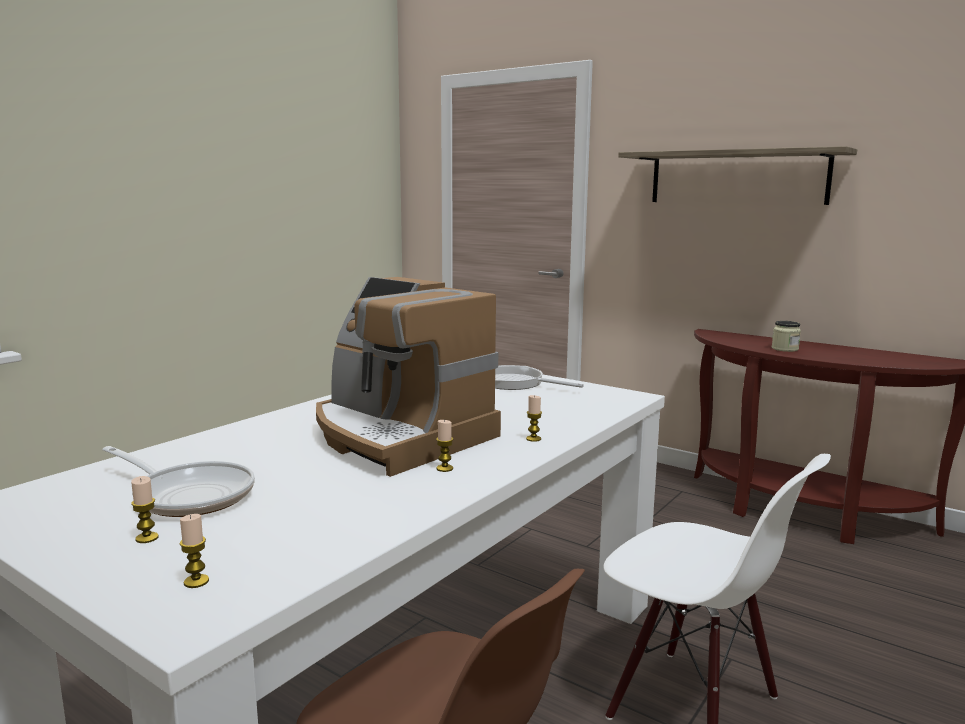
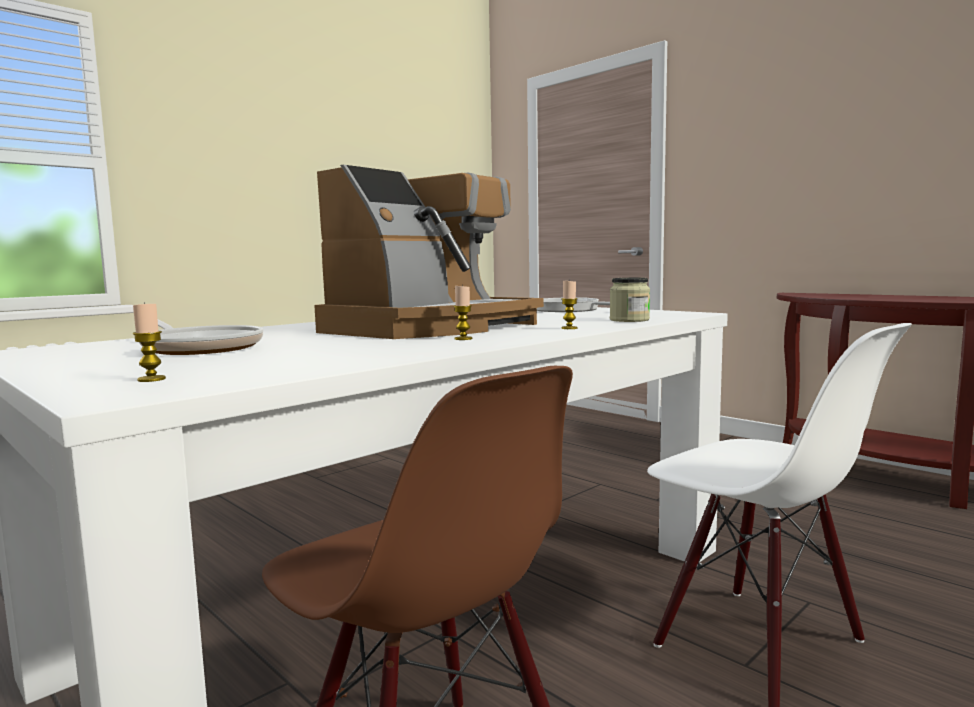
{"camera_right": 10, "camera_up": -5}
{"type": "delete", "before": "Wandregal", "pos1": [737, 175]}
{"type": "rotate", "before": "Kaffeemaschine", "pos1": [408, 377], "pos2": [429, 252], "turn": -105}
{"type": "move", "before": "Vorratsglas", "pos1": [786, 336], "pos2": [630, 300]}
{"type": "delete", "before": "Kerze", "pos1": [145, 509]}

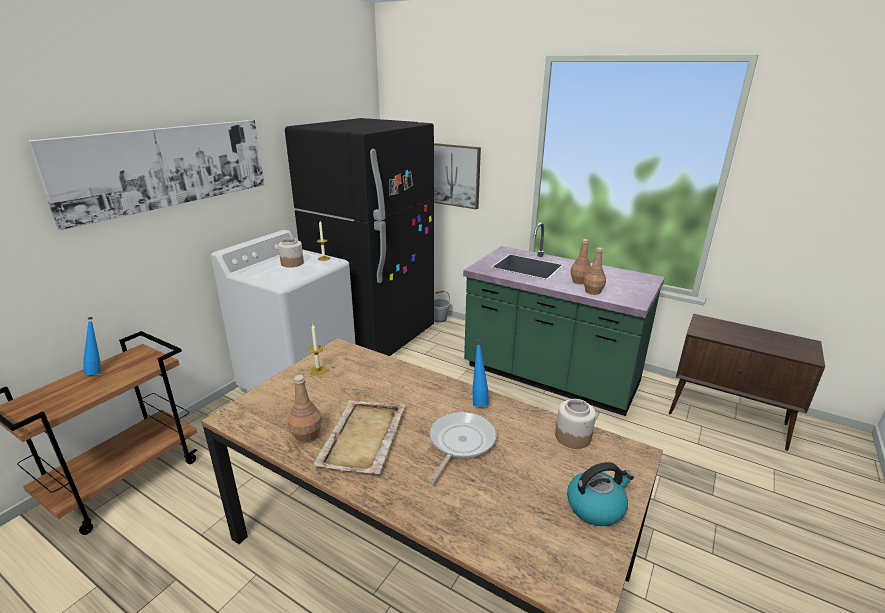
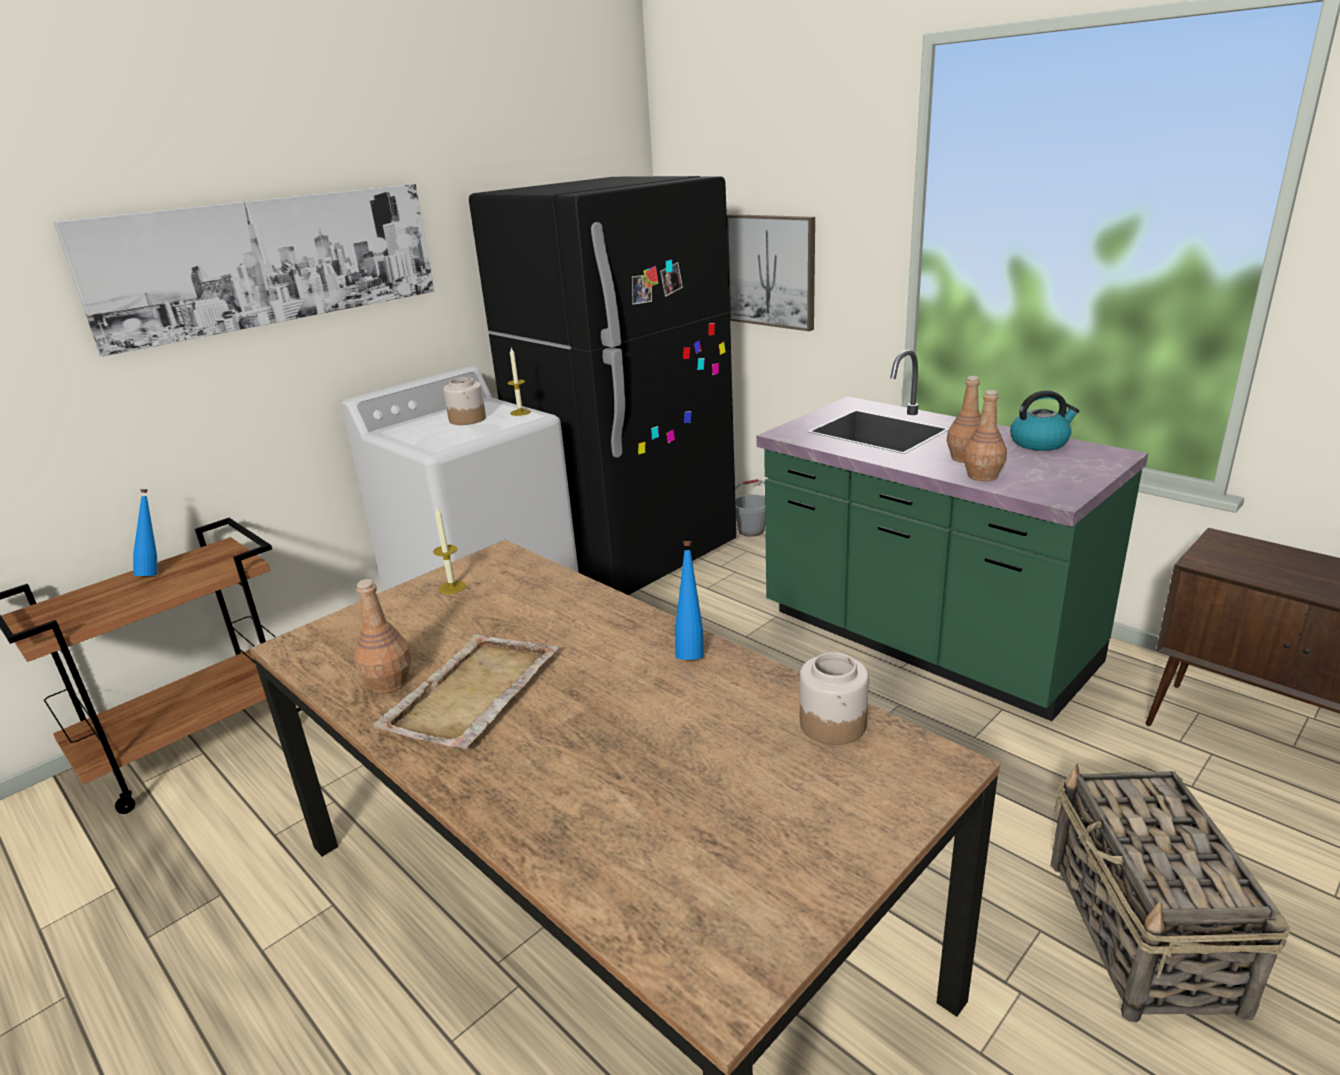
{"camera_right": 15, "camera_up": 0}
{"type": "delete", "before": "Pfanne", "pos1": [463, 448]}
{"type": "move", "before": "Wasserkessel", "pos1": [600, 494], "pos2": [1044, 421]}
{"type": "insert", "after": "Korb", "pos2": [1170, 893]}

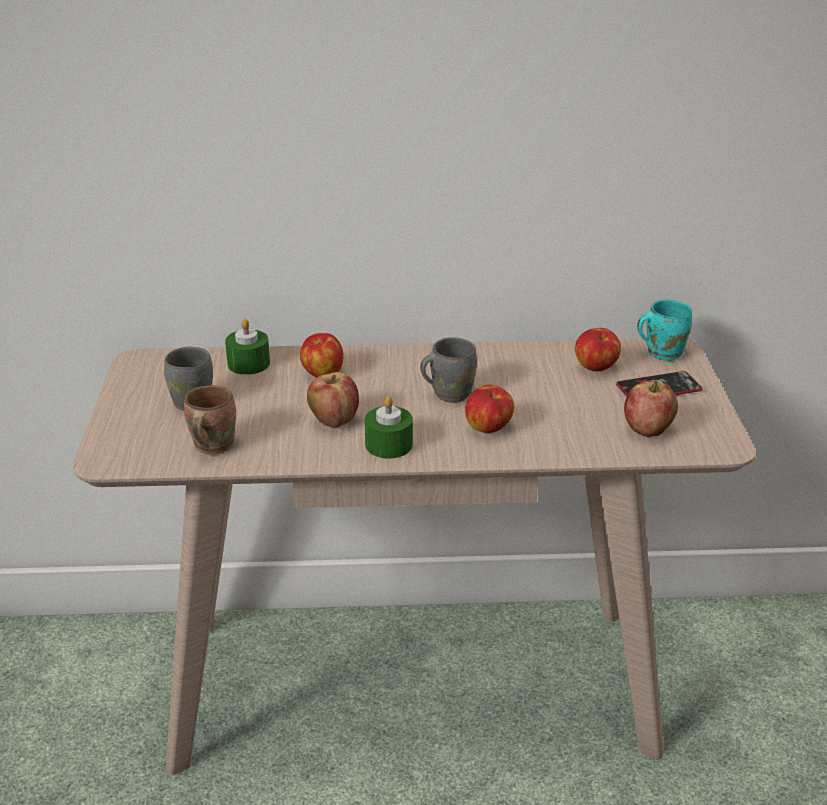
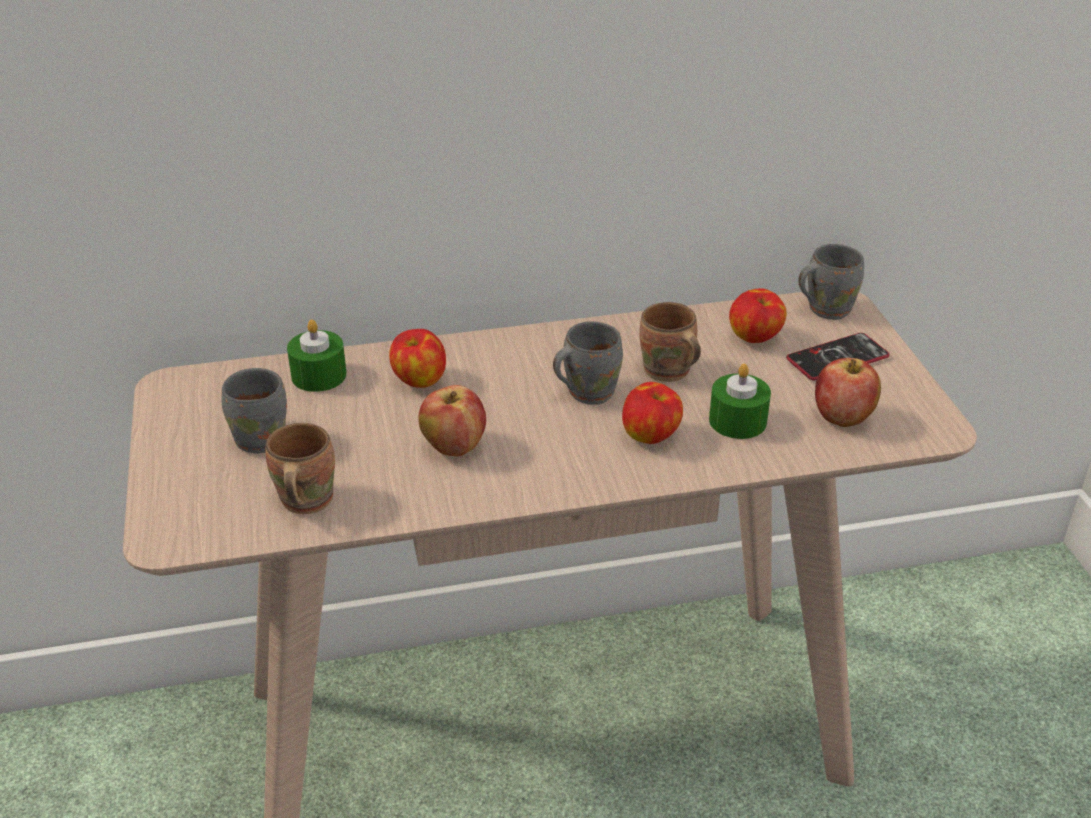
{"camera_right": -10, "camera_up": 5}
{"type": "recolor", "before": "Henkelbecher (türkis)", "after": "Henkelbecher (grau)", "pos1": [664, 330], "pos2": [831, 282]}
{"type": "move", "before": "Kerze (grün)", "pos1": [389, 427], "pos2": [740, 401]}
{"type": "insert", "after": "Henkelbecher (braun)", "pos2": [670, 342]}

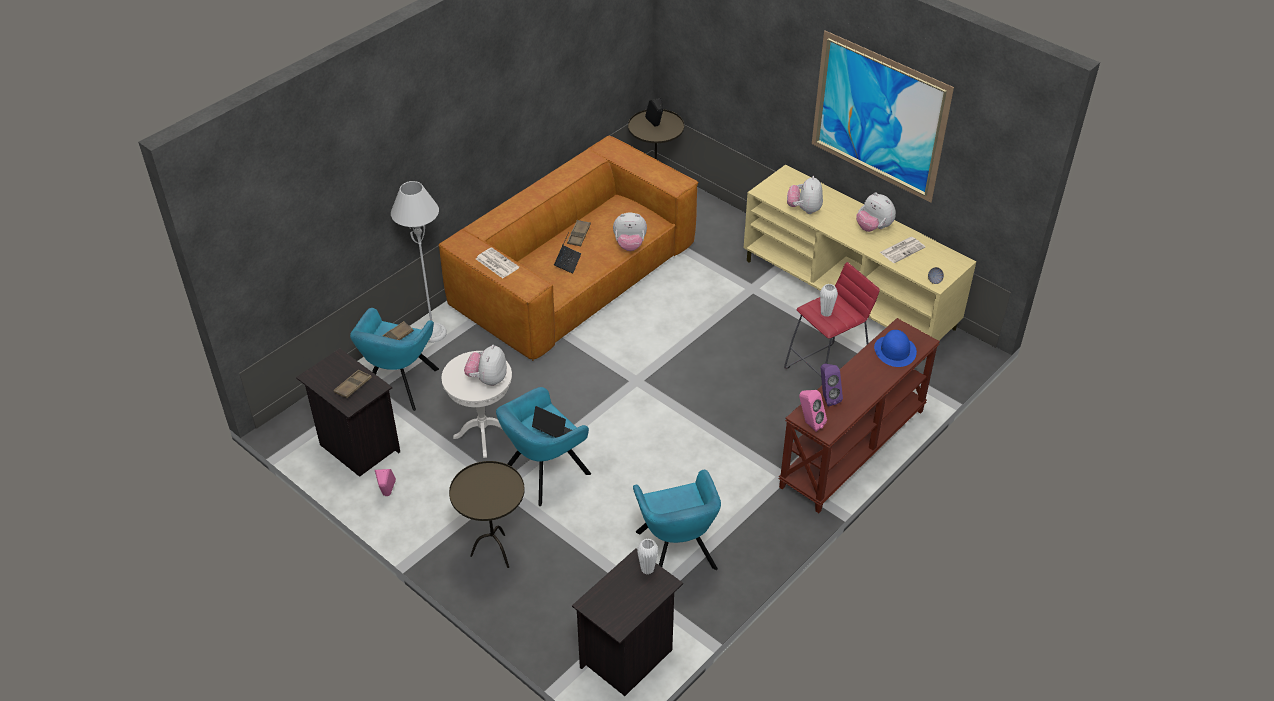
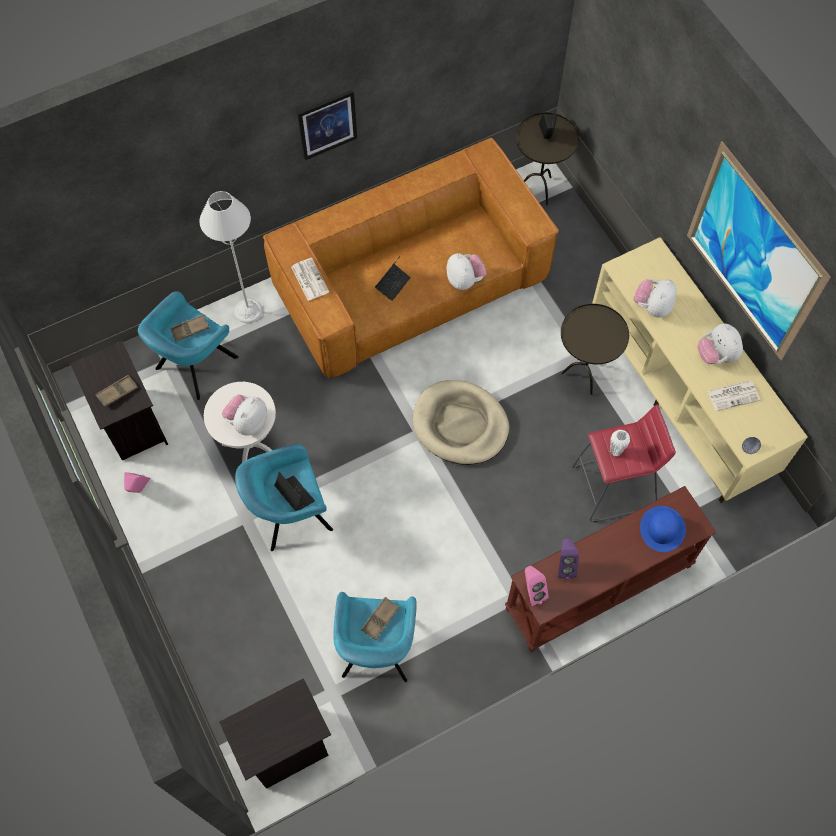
{"camera_right": 20, "camera_up": 20}
{"type": "rotate", "before": "Plüschtier", "pos1": [630, 232], "pos2": [467, 271], "turn": -135}
{"type": "move", "before": "Tablett (braun)", "pos1": [579, 233], "pos2": [380, 618]}
{"type": "move", "before": "Beistelltisch (braun)", "pos1": [487, 514], "pos2": [595, 349]}
{"type": "delete", "before": "Vase (weiß)", "pos1": [647, 557]}
{"type": "insert", "after": "Bild", "pos2": [327, 125]}
{"type": "insert", "after": "Hundebett (beige)", "pos2": [461, 422]}

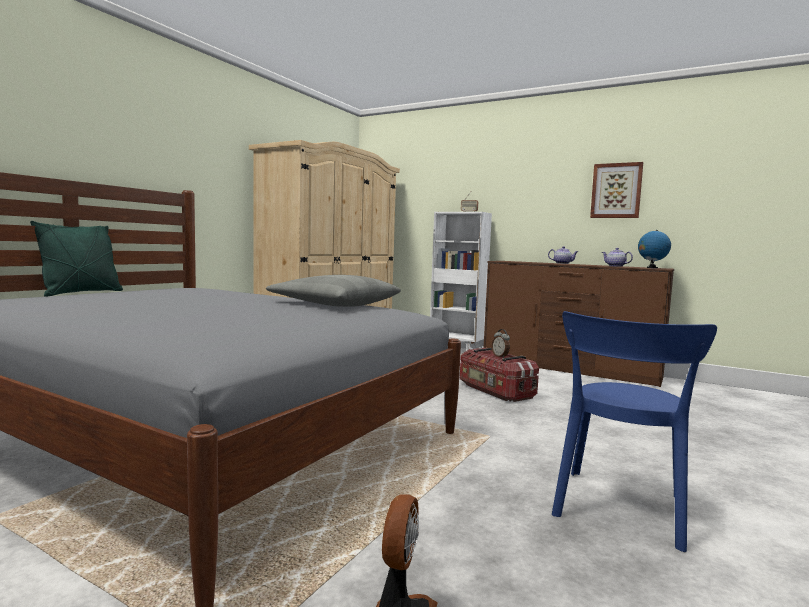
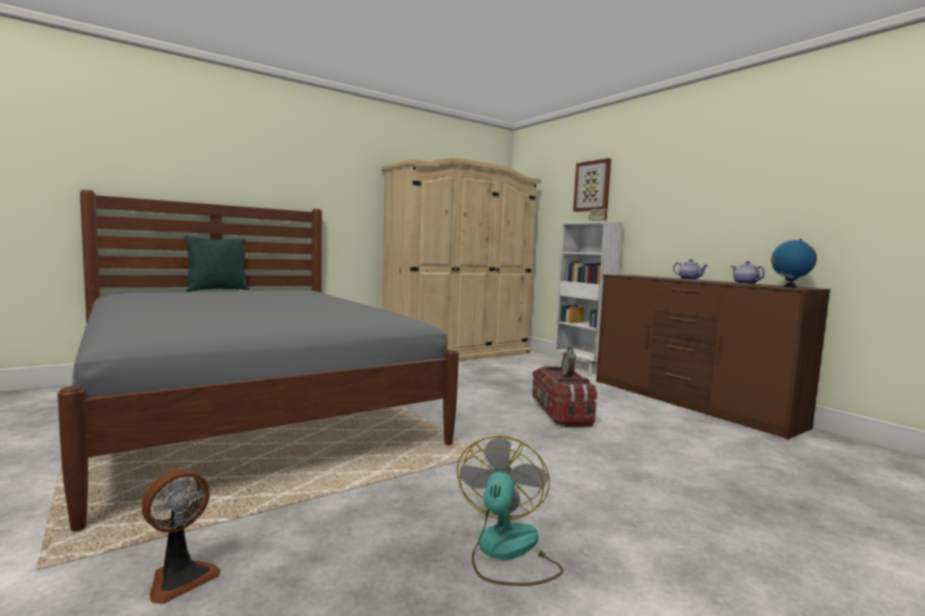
{"camera_right": 25, "camera_up": 0}
{"type": "move", "before": "Bild", "pos1": [616, 190], "pos2": [592, 185]}
{"type": "delete", "before": "Kissen (grau)", "pos1": [333, 291]}
{"type": "replace", "before": "Stuhl (blau)", "after": "Ventilator", "pos1": [634, 431], "pos2": [510, 511]}

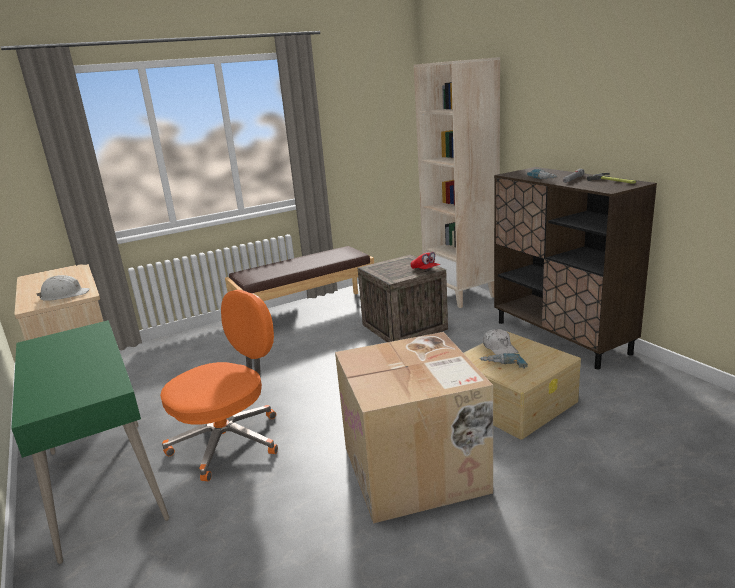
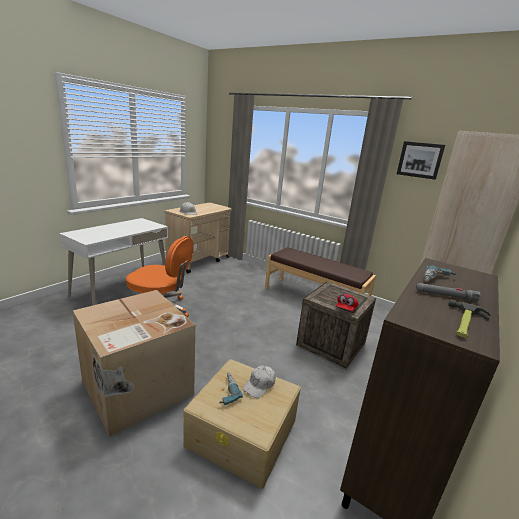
{"camera_right": 60, "camera_up": 0}
{"type": "recolor", "before": "Schreibtisch (grün)", "after": "Schreibtisch (weiß)", "pos1": [90, 442], "pos2": [113, 262]}
{"type": "insert", "after": "Bild", "pos2": [421, 160]}

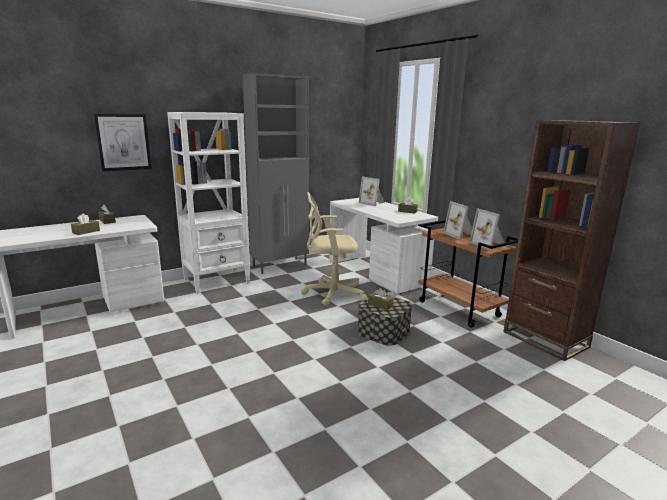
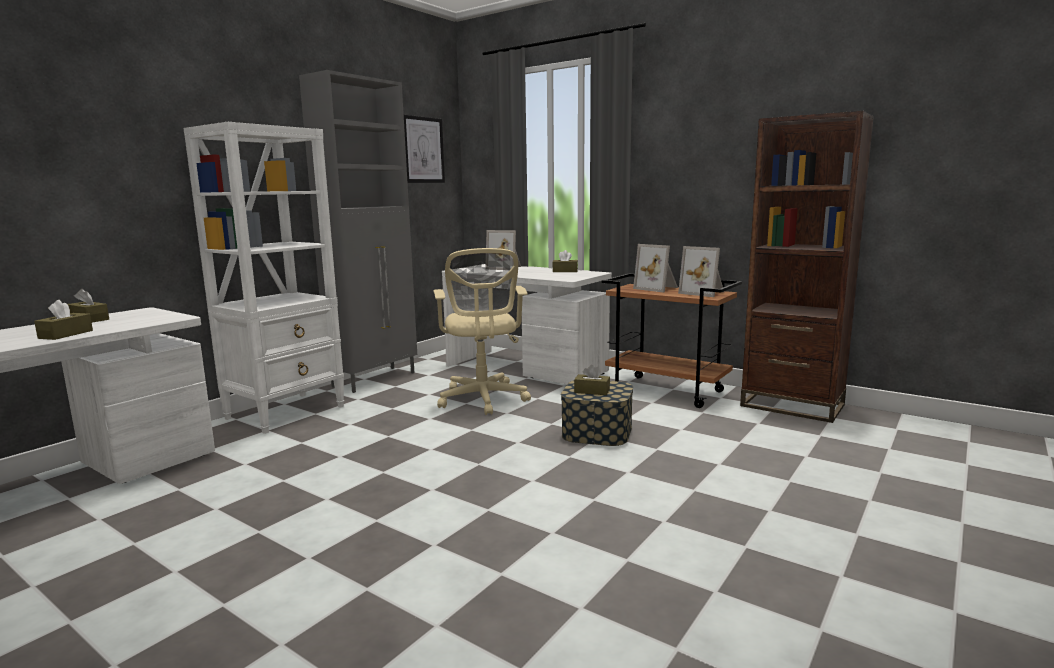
{"camera_right": -20, "camera_up": -5}
{"type": "move", "before": "Bild", "pos1": [123, 143], "pos2": [424, 149]}
{"type": "rotate", "before": "Bürostuhl (beige)", "pos1": [334, 249], "pos2": [482, 331], "turn": -75}

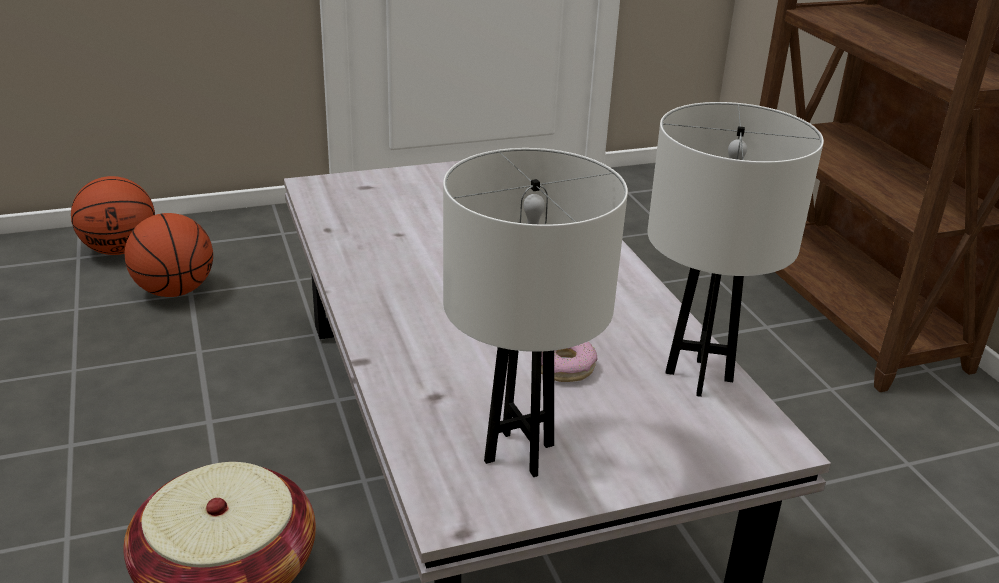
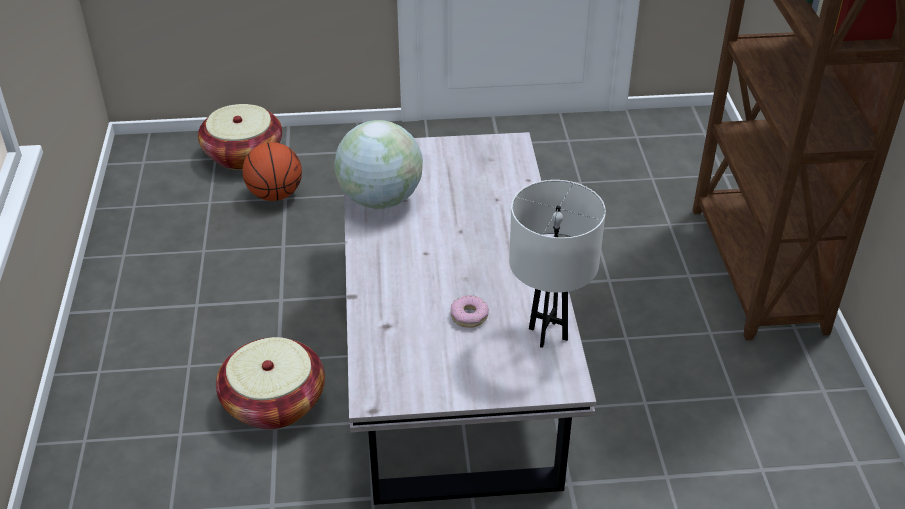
{"camera_right": 15, "camera_up": 10}
{"type": "delete", "before": "Tischlampe (weiß)", "pos1": [535, 312]}
{"type": "replace", "before": "Basketball", "after": "Korb", "pos1": [113, 215], "pos2": [240, 137]}
{"type": "insert", "after": "Globus", "pos2": [378, 164]}

